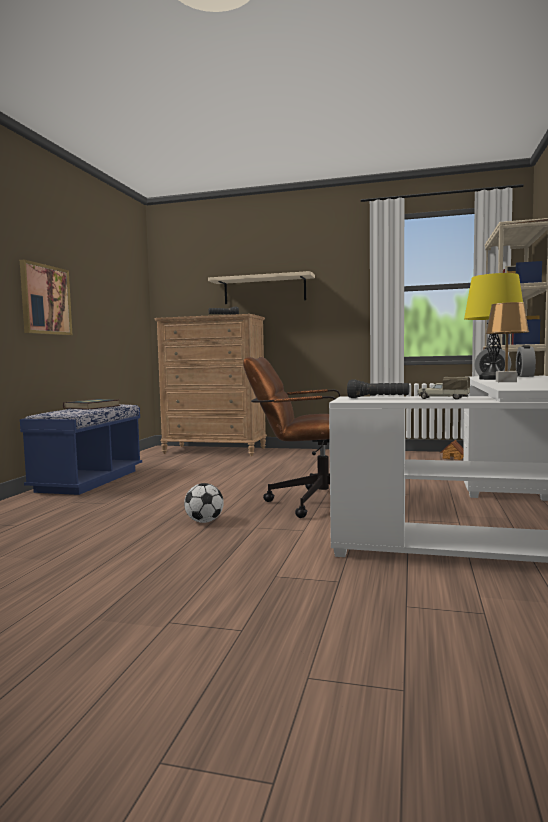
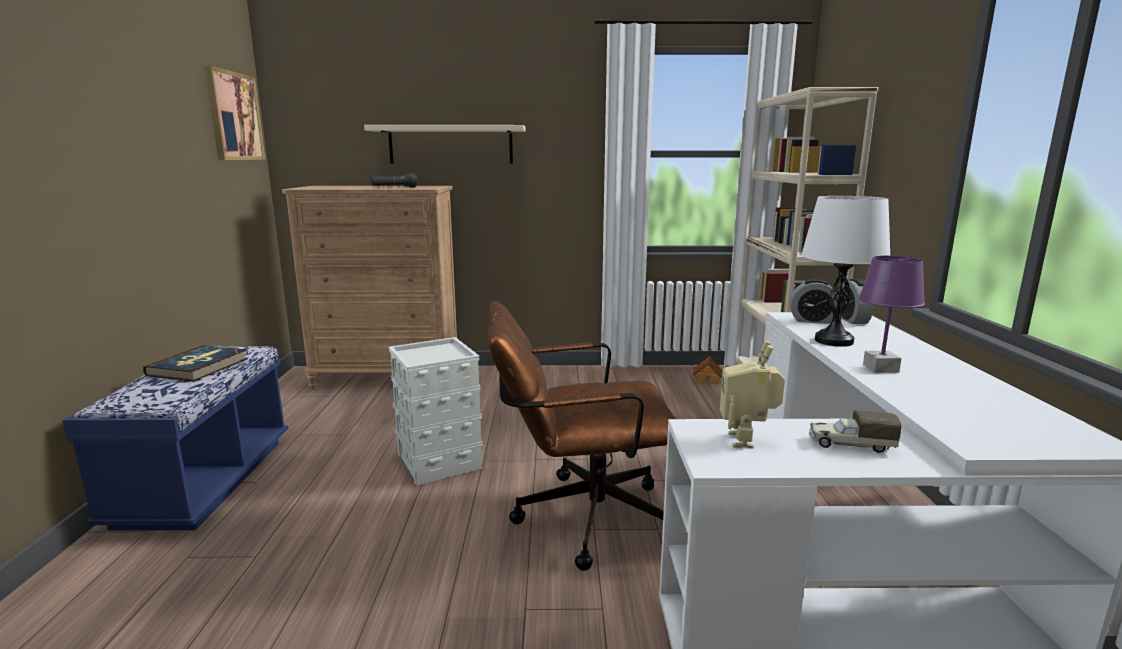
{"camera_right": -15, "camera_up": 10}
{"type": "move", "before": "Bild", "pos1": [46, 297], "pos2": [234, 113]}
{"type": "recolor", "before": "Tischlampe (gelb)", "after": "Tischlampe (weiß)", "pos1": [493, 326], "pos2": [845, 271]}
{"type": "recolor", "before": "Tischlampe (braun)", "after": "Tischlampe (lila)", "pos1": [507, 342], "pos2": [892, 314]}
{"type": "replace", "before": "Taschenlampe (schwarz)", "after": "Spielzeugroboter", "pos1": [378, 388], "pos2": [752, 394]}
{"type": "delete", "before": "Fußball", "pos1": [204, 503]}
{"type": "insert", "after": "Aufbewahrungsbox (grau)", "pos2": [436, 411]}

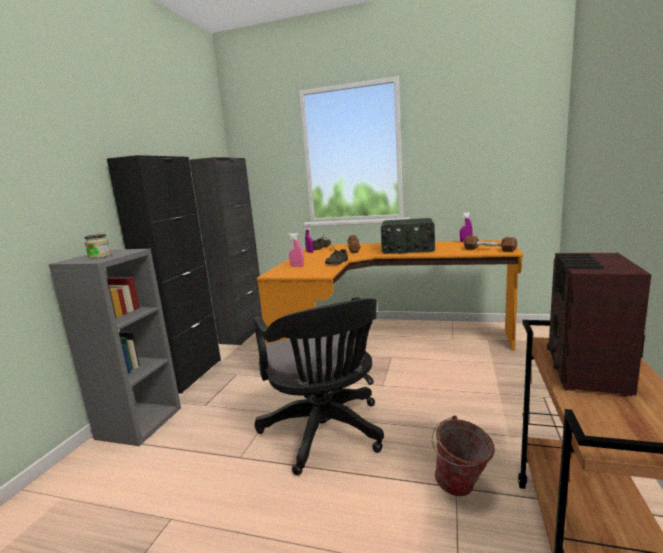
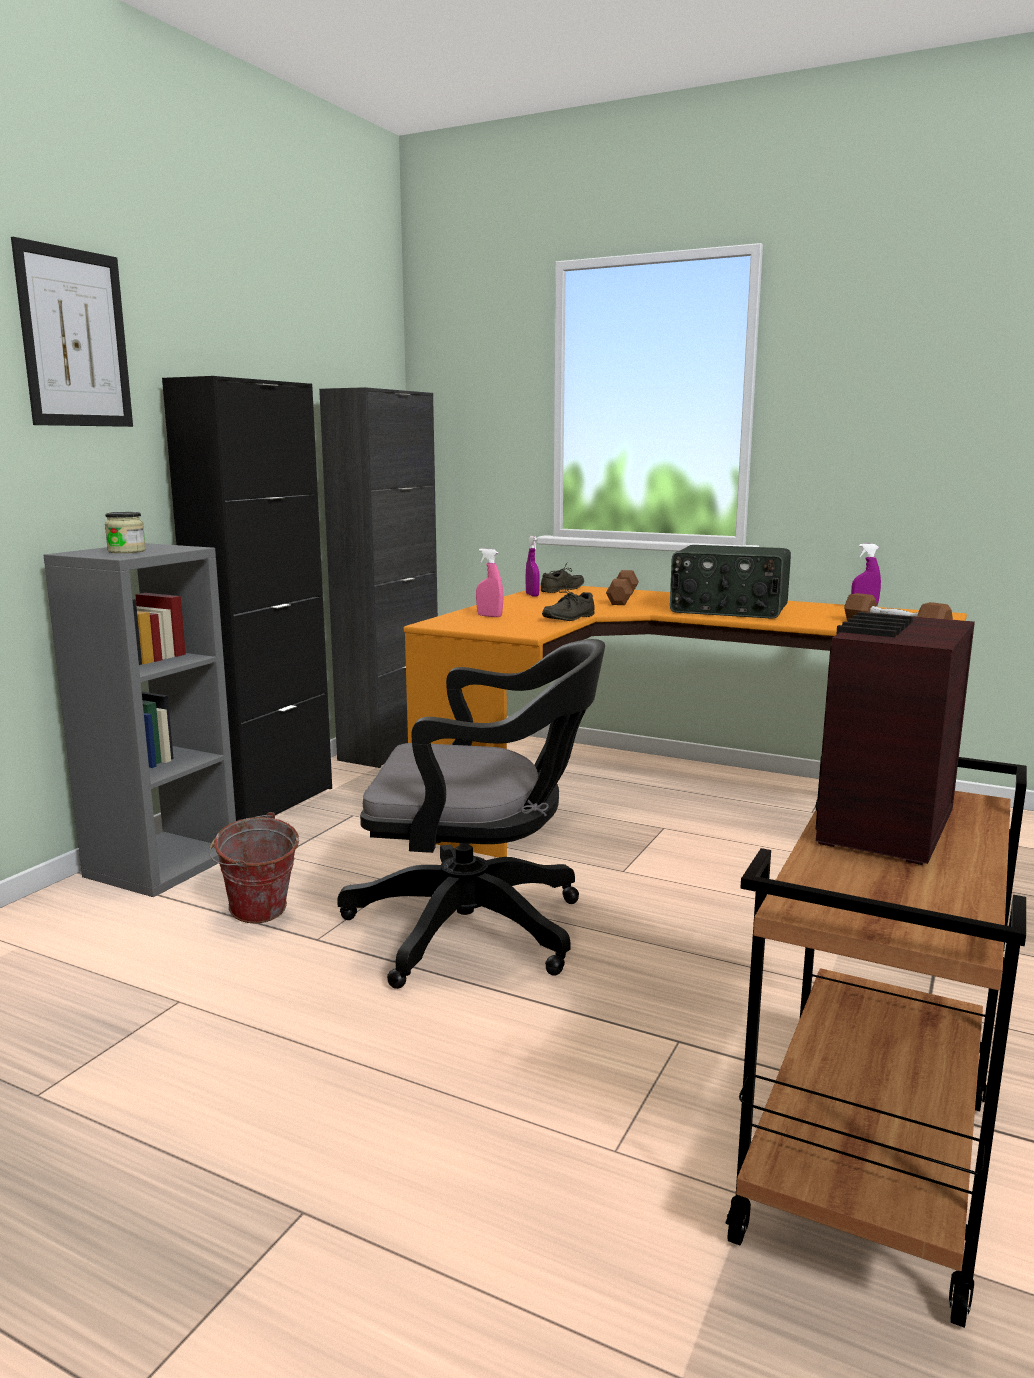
{"camera_right": 10, "camera_up": 0}
{"type": "rotate", "before": "Bürostuhl (schwarz)", "pos1": [319, 386], "pos2": [471, 814], "turn": -75}
{"type": "move", "before": "Eimer", "pos1": [463, 456], "pos2": [254, 868]}
{"type": "insert", "after": "Bild", "pos2": [72, 332]}

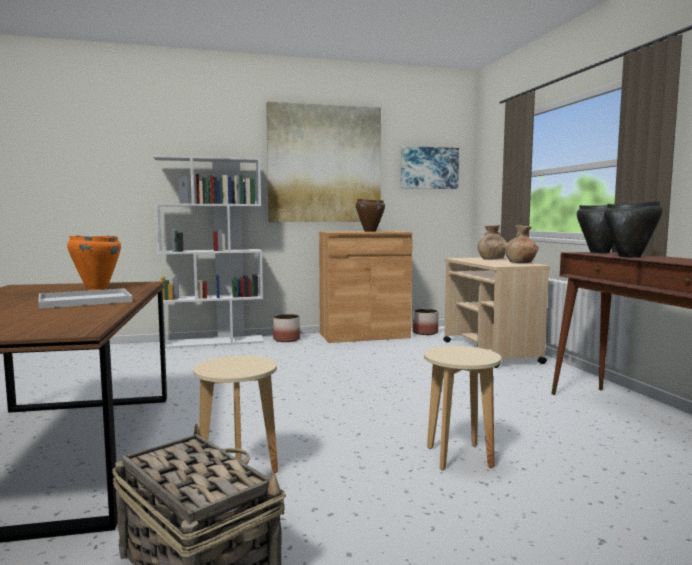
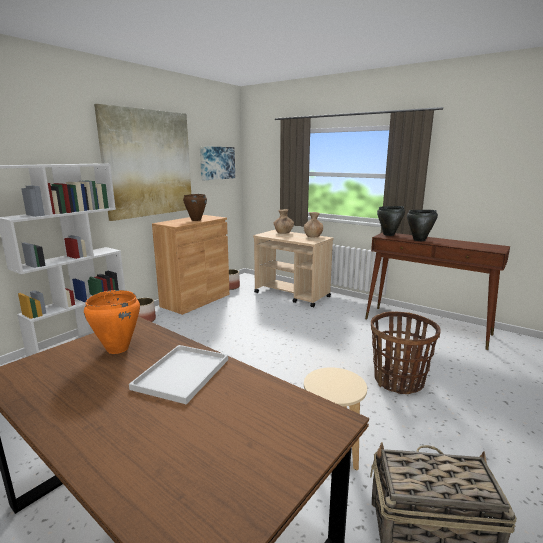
{"camera_right": -40, "camera_up": 10}
{"type": "replace", "before": "Hocker (beige)", "after": "Korb", "pos1": [462, 408], "pos2": [405, 352]}

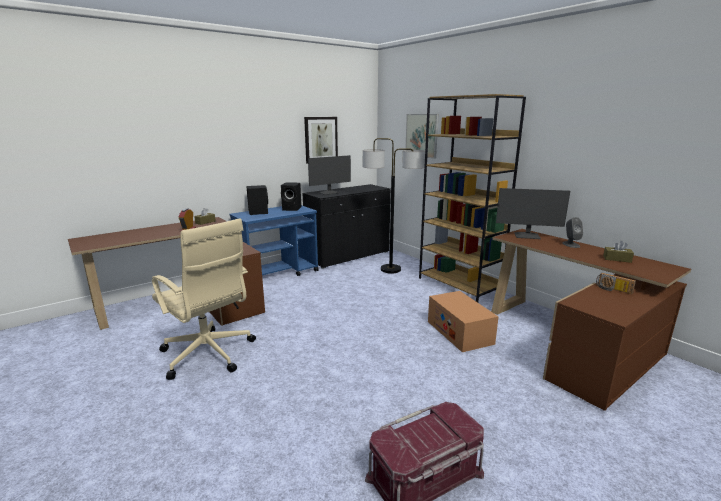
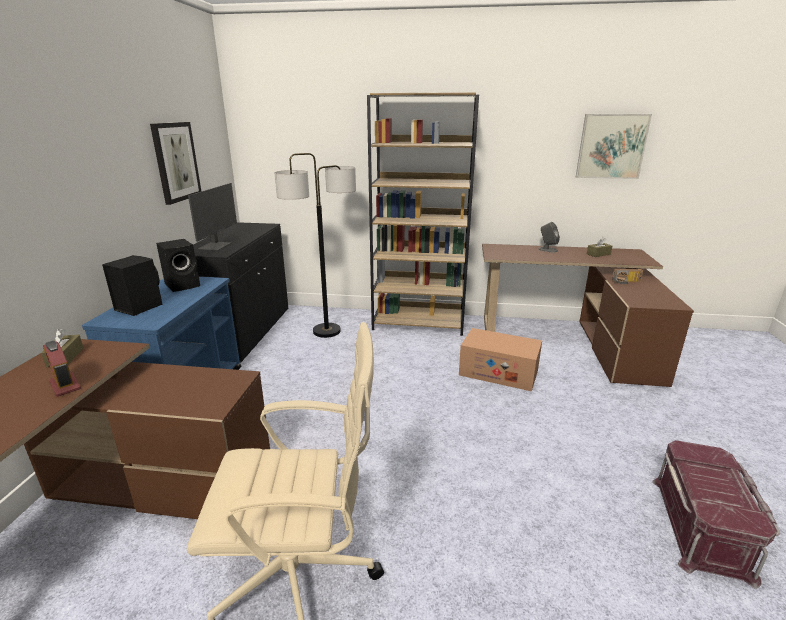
{"camera_right": -45, "camera_up": 5}
{"type": "move", "before": "Bild", "pos1": [422, 136], "pos2": [614, 146]}
{"type": "delete", "before": "Monitor", "pos1": [533, 213]}

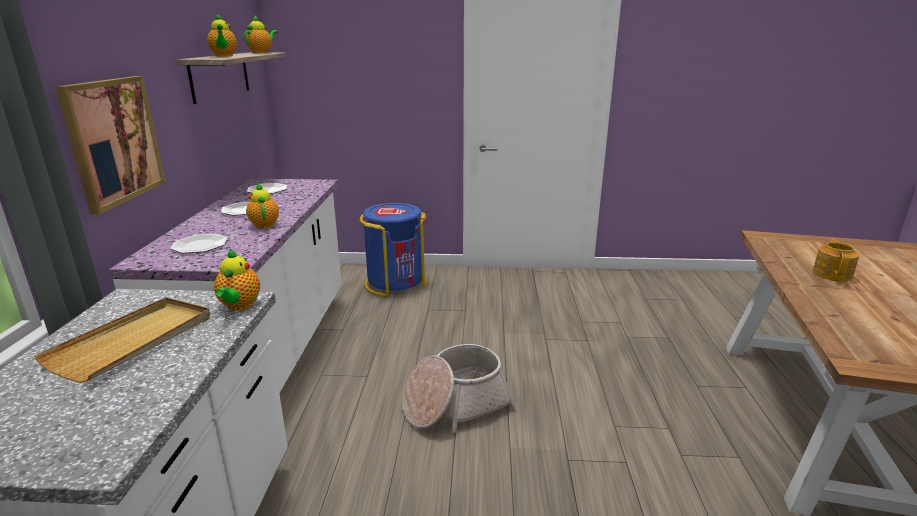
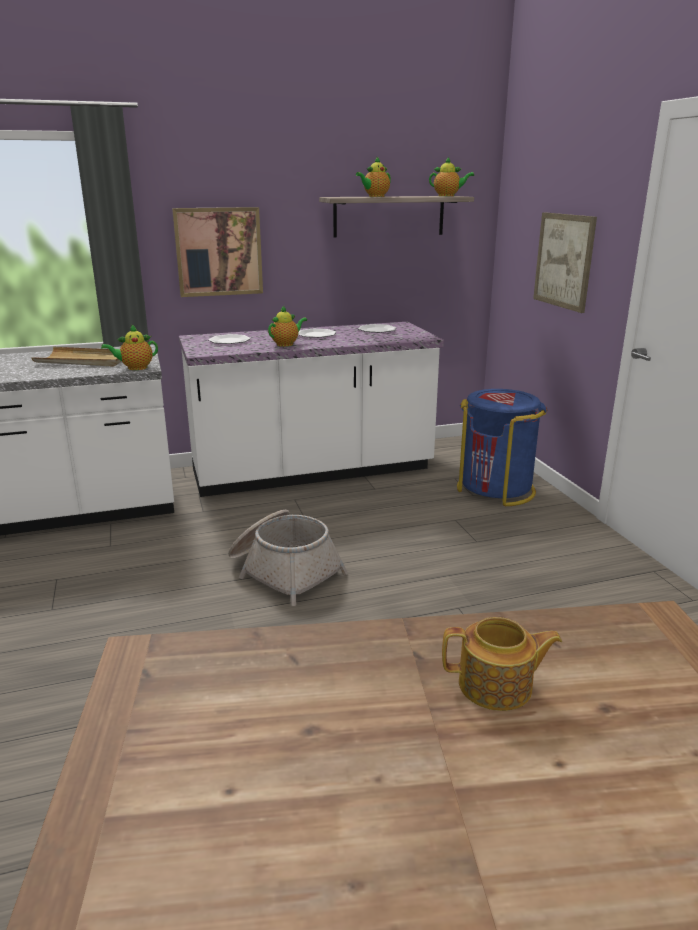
{"camera_right": 70, "camera_up": 0}
{"type": "insert", "after": "Bild", "pos2": [565, 262]}

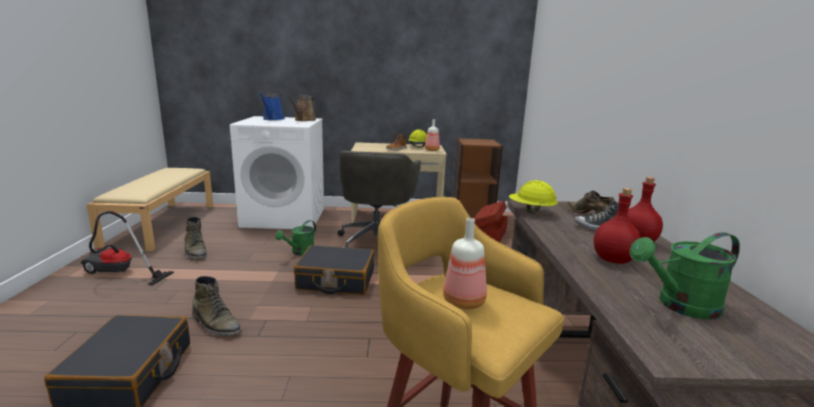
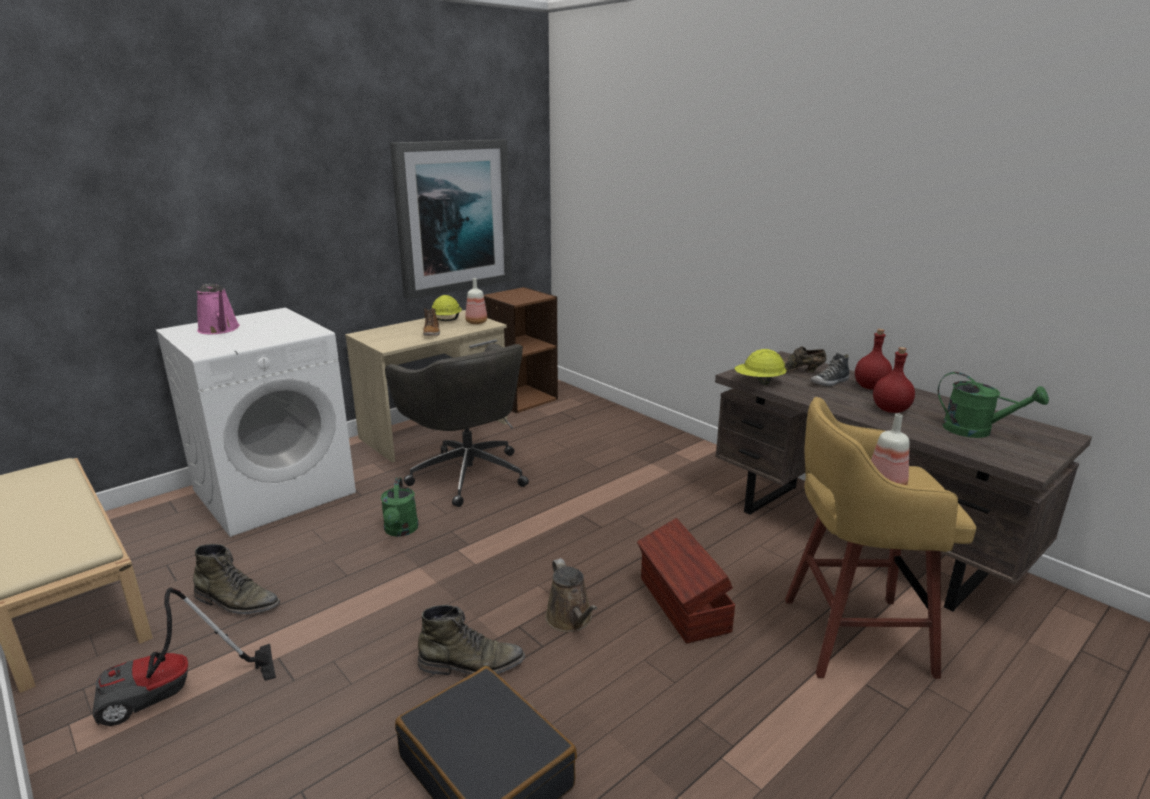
{"camera_right": -40, "camera_up": 5}
{"type": "recolor", "before": "Gießkanne (blau)", "after": "Gießkanne (rosa)", "pos1": [272, 106], "pos2": [218, 309]}
{"type": "move", "before": "Gießkanne (braun)", "pos1": [301, 107], "pos2": [571, 595]}
{"type": "move", "before": "Aufbewahrungsbox (braun)", "pos1": [491, 222], "pos2": [686, 580]}
{"type": "rotate", "before": "Gießkanne (grün)", "pos1": [684, 276], "pos2": [993, 405], "turn": -90}
{"type": "delete", "before": "Koffer (schwarz)", "pos1": [334, 270]}
{"type": "insert", "after": "Bild", "pos2": [451, 219]}

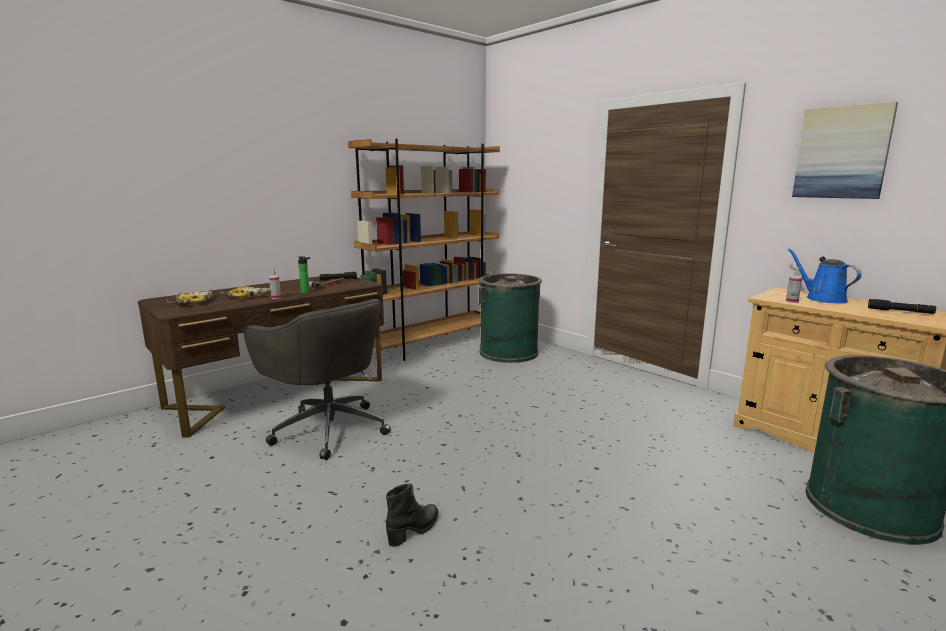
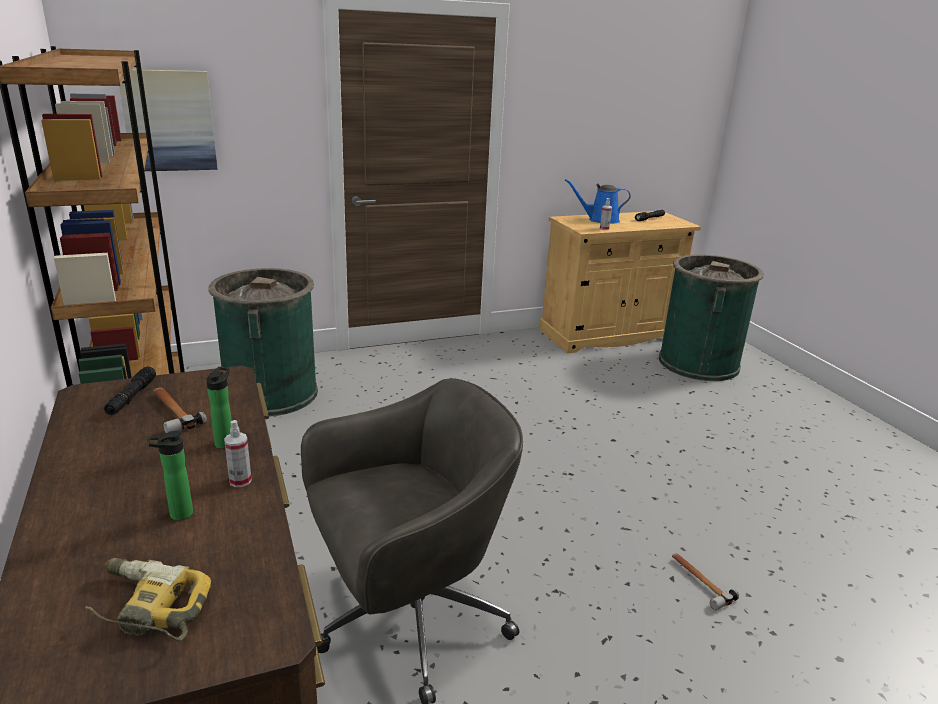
{"camera_right": -70, "camera_up": 10}
{"type": "move", "before": "Bild", "pos1": [845, 150], "pos2": [168, 120]}
{"type": "replace", "before": "Bohrmaschine", "after": "Flasche", "pos1": [246, 292], "pos2": [170, 476]}
{"type": "replace", "before": "Stiefel (schwarz)", "after": "Hammer", "pos1": [412, 515], "pos2": [705, 581]}

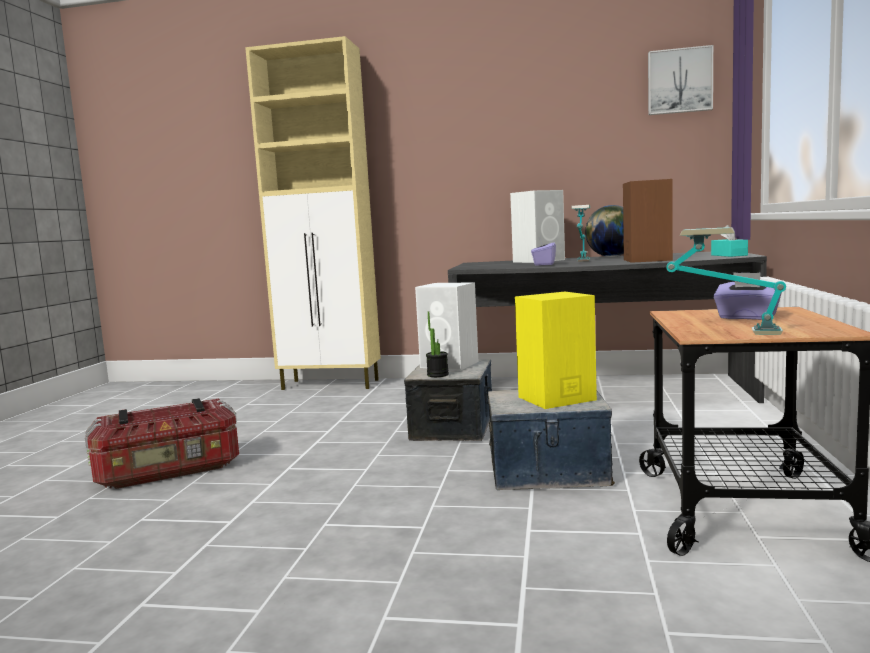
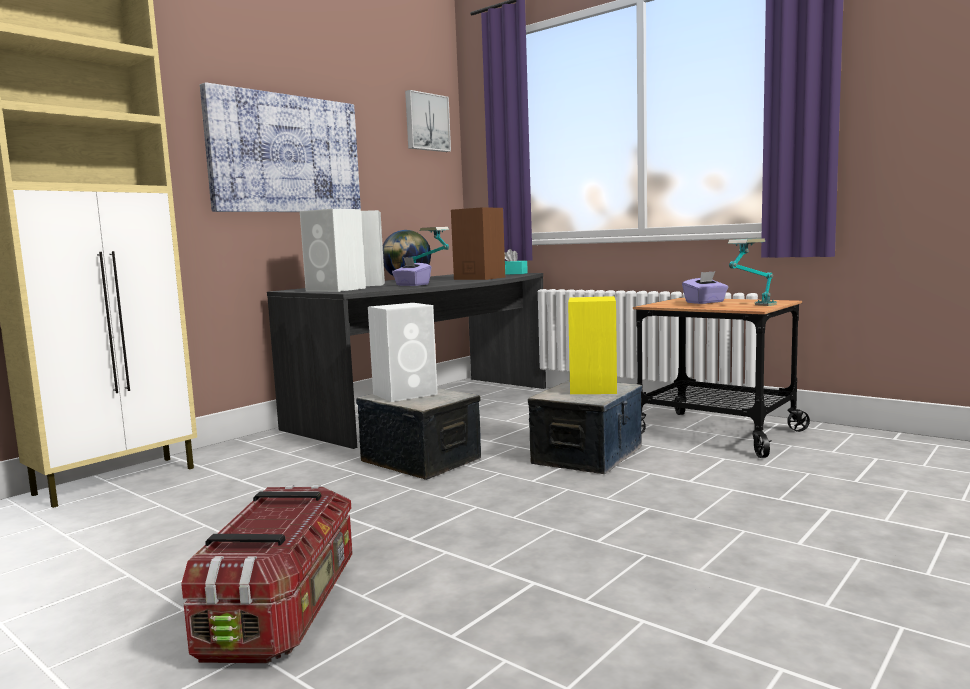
{"camera_right": -60, "camera_up": 0}
{"type": "delete", "before": "Topfpflanze", "pos1": [437, 344]}
{"type": "insert", "after": "Bild", "pos2": [280, 147]}
{"type": "insert", "after": "Lautsprecher (weiß)", "pos2": [333, 250]}

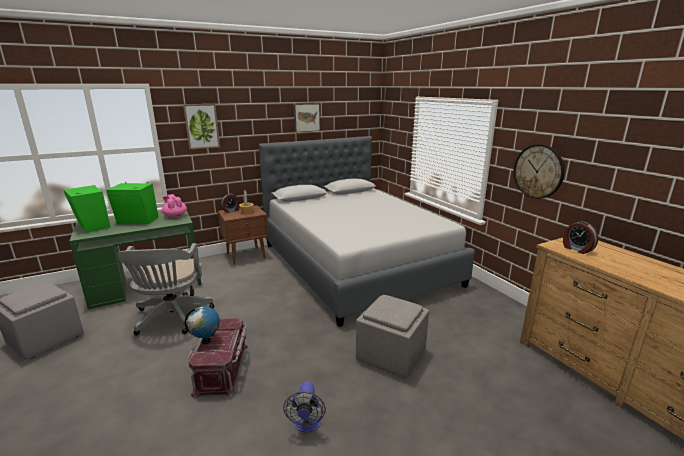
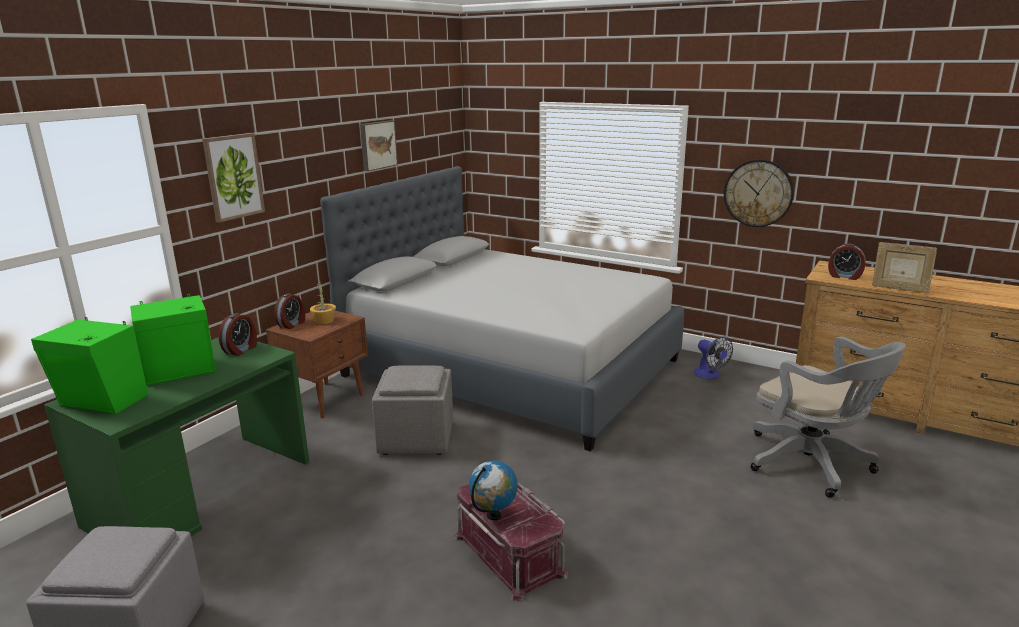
{"camera_right": -30, "camera_up": 0}
{"type": "replace", "before": "Teekanne (rosa)", "after": "Wecker", "pos1": [174, 206], "pos2": [238, 334]}
{"type": "move", "before": "Bürostuhl (grau)", "pos1": [165, 289], "pos2": [828, 417]}
{"type": "move", "before": "Polsterhocker (grau)", "pos1": [392, 337], "pos2": [412, 410]}
{"type": "move", "before": "Ventilator", "pos1": [304, 406], "pos2": [713, 358]}
{"type": "insert", "after": "Bilderrahmen", "pos2": [904, 267]}

